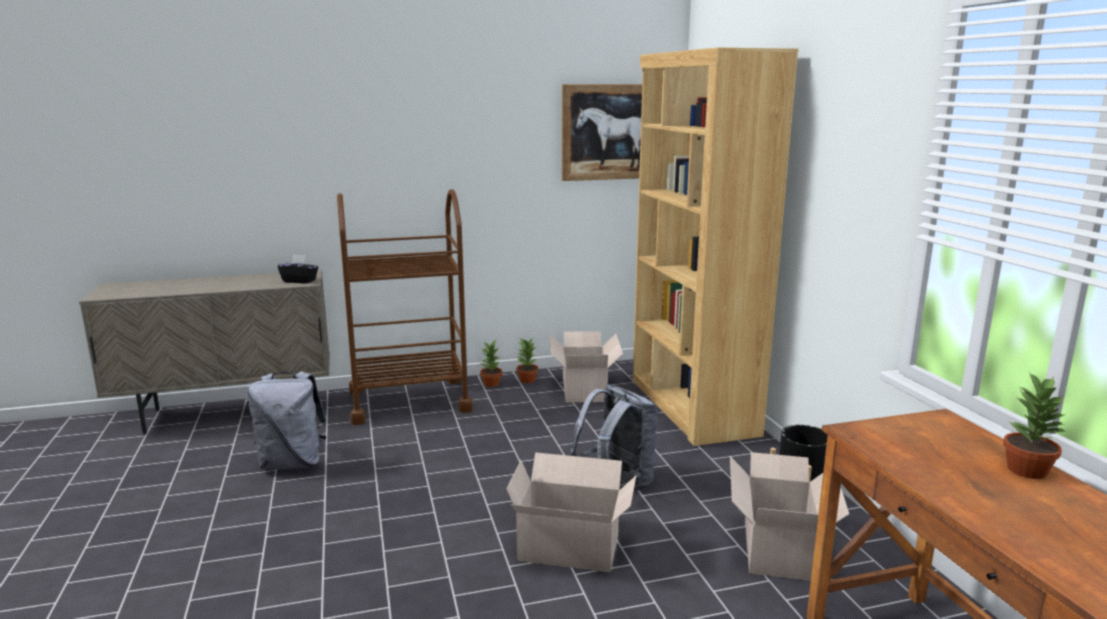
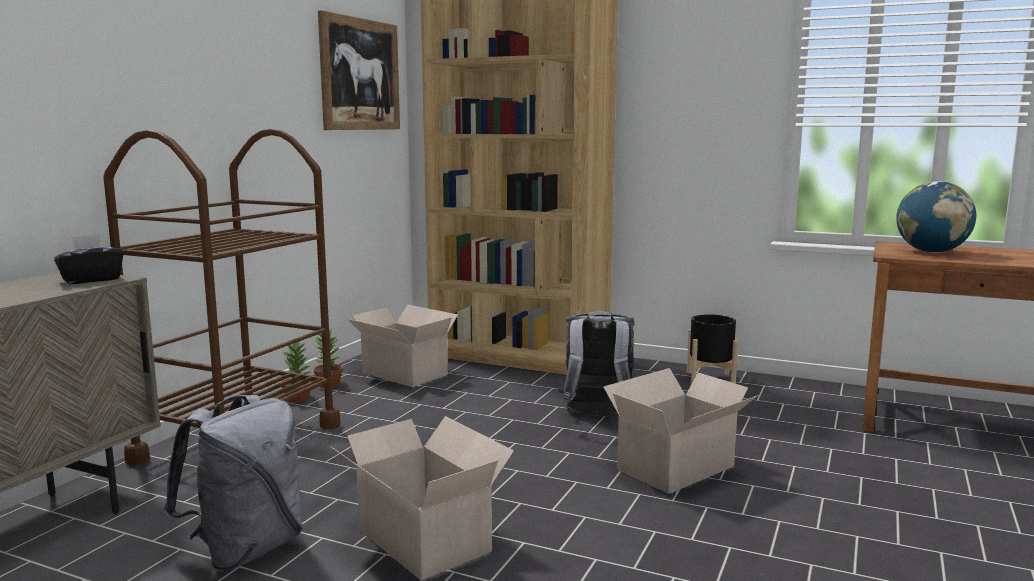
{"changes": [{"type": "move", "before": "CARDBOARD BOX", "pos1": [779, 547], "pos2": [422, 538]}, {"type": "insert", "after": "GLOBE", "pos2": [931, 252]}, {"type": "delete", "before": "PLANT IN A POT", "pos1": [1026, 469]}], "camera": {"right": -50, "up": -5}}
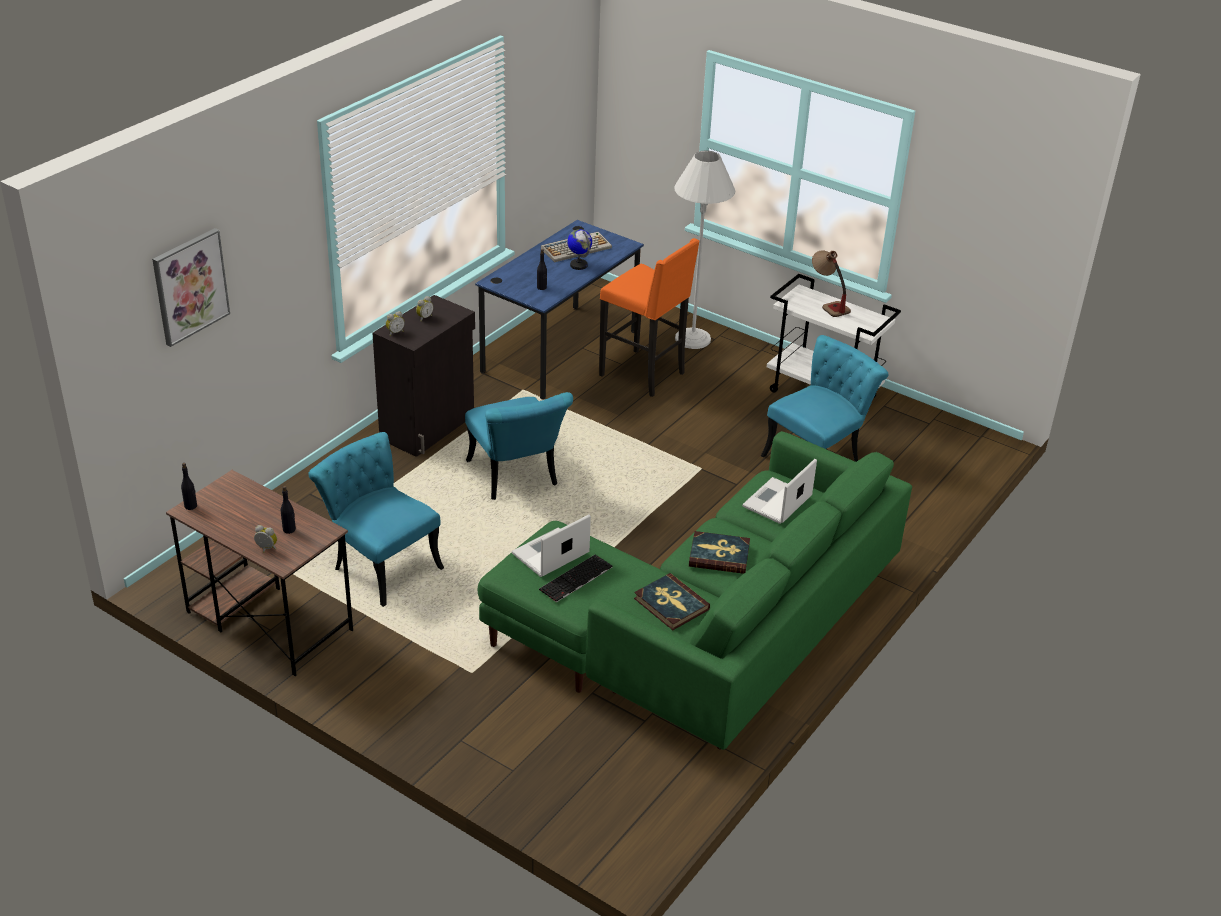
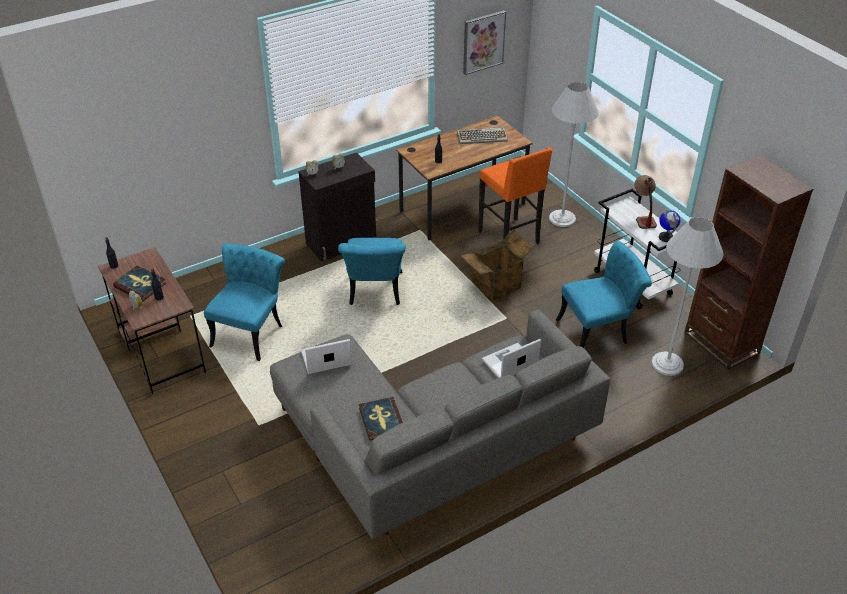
{"changes": [{"type": "move", "before": "BOOK", "pos1": [719, 555], "pos2": [140, 285]}, {"type": "rotate", "before": "TURQUOISE UPRIGHT CHAIR", "pos1": [380, 564], "pos2": [251, 331], "turn": 45}, {"type": "recolor", "before": "GREEN-COLOURED SETTEE", "after": "GRAY SETTEE", "pos1": [706, 636], "pos2": [430, 446]}, {"type": "recolor", "before": "BLUISH DESK UNIT", "after": "BROWN DESK UNIT", "pos1": [560, 351], "pos2": [462, 207]}, {"type": "insert", "after": "CARDBOARD BOX", "pos2": [497, 286]}, {"type": "move", "before": "PICTURE", "pos1": [190, 286], "pos2": [483, 42]}, {"type": "insert", "after": "WHITE-COLOURED STANDING LAMP", "pos2": [667, 364]}, {"type": "move", "before": "GLOBE", "pos1": [578, 265], "pos2": [665, 237]}, {"type": "insert", "after": "BROWN SHELVING UNIT", "pos2": [721, 343]}, {"type": "delete", "before": "KEYBOARD", "pos1": [576, 579]}], "camera": {"right": 25, "up": 5}}
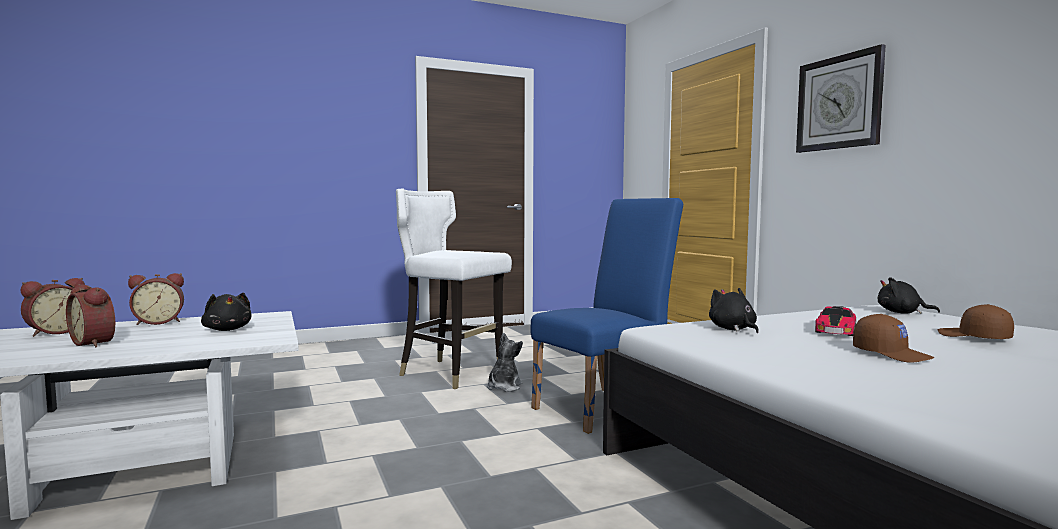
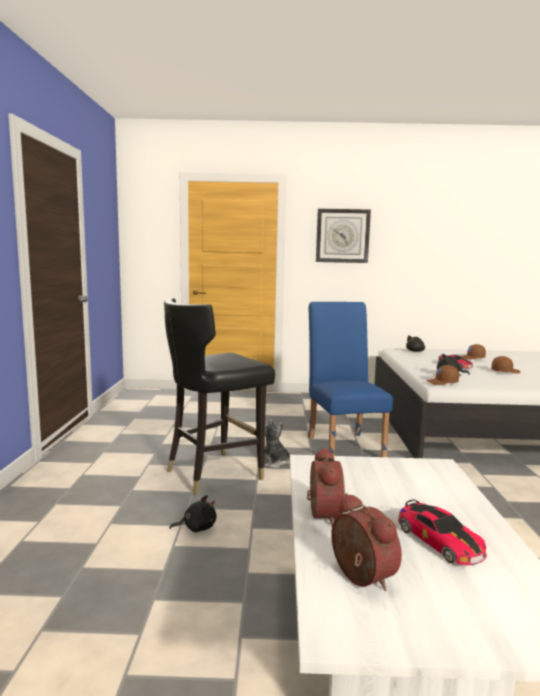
{"changes": [{"type": "recolor", "before": "WHITE-COLOURED UPRIGHT CHAIR", "after": "BLACK UPRIGHT CHAIR", "pos1": [452, 373], "pos2": [214, 473]}, {"type": "move", "before": "BLACK CUDDLY TOY", "pos1": [227, 330], "pos2": [197, 527]}, {"type": "replace", "before": "ALARM CLOCK", "after": "TOY CAR", "pos1": [96, 343], "pos2": [439, 541]}, {"type": "insert", "after": "BROWN CAP", "pos2": [442, 382]}], "camera": {"right": -65, "up": 5}}
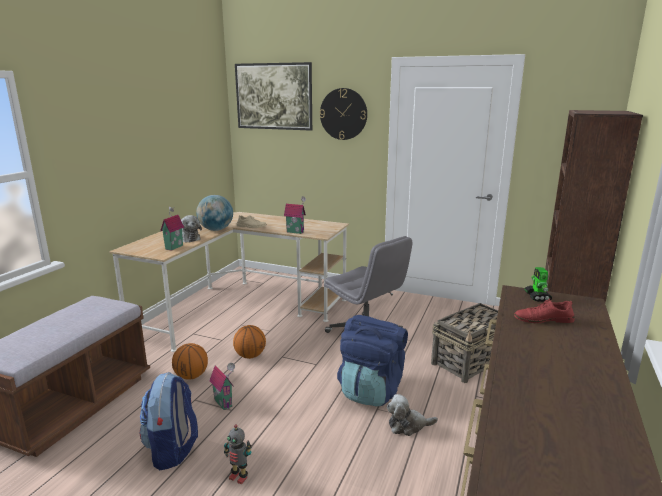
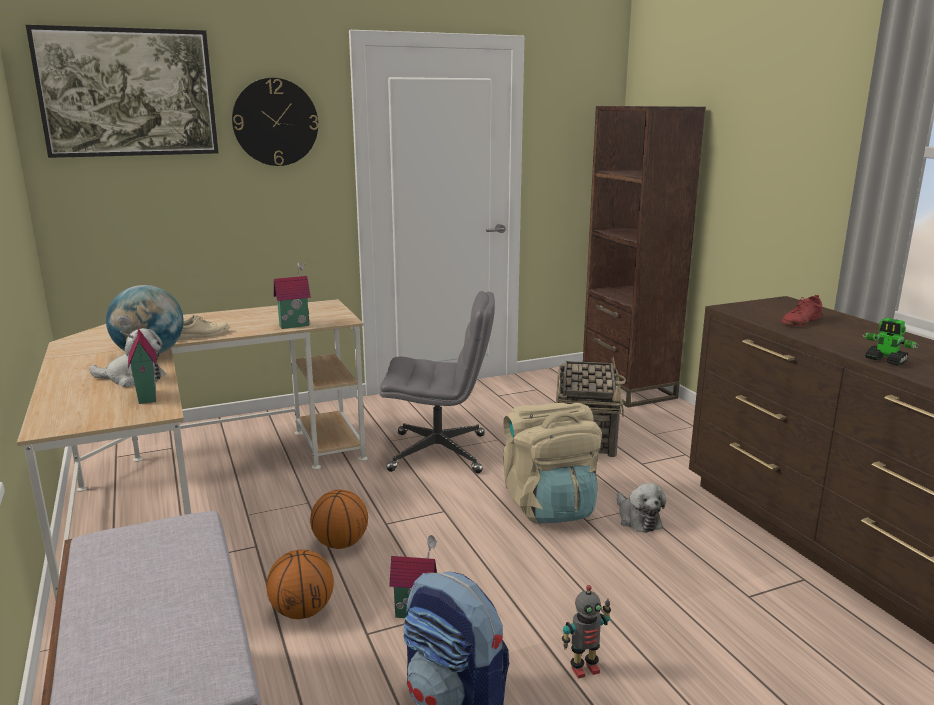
{"changes": [{"type": "recolor", "before": "BLUISH BACKPACK", "after": "BEIGE BACKPACK", "pos1": [371, 390], "pos2": [549, 506]}, {"type": "rotate", "before": "CUDDLY TOY", "pos1": [408, 425], "pos2": [637, 519], "turn": -60}, {"type": "move", "before": "MODEL ROBOT", "pos1": [537, 297], "pos2": [886, 361]}], "camera": {"right": -45, "up": 0}}
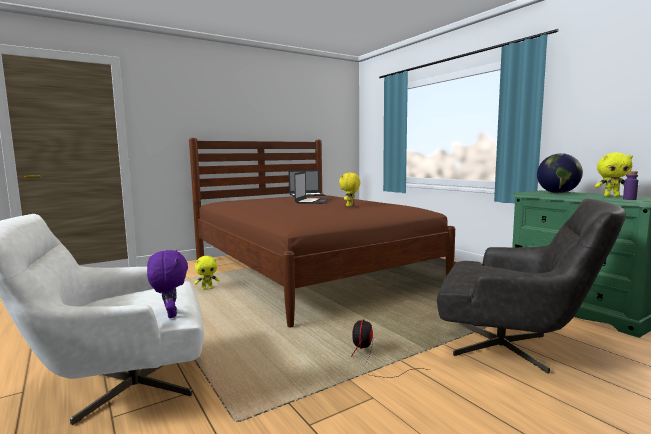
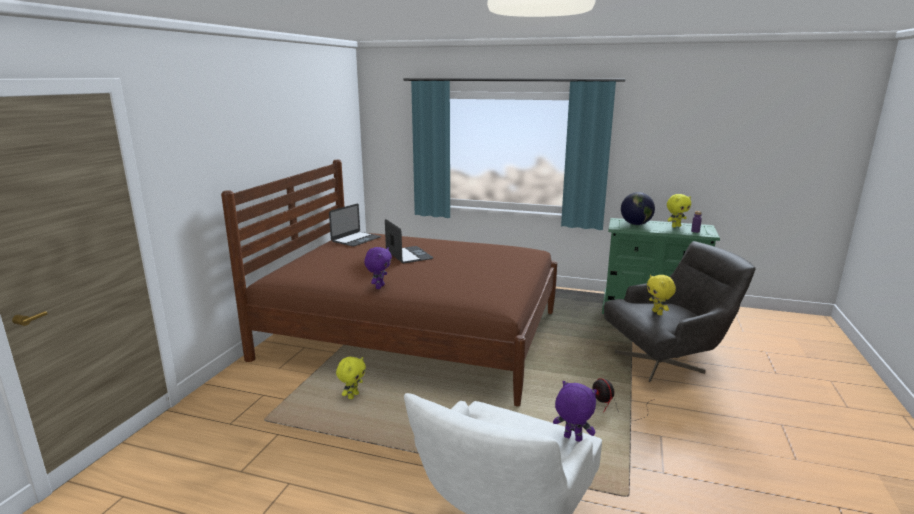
{"changes": [{"type": "insert", "after": "PURPLE-COLOURED CUDDLY TOY", "pos2": [379, 287]}, {"type": "move", "before": "YELLOWISH CUDDLY TOY", "pos1": [350, 206], "pos2": [658, 313]}], "camera": {"right": -40, "up": 10}}
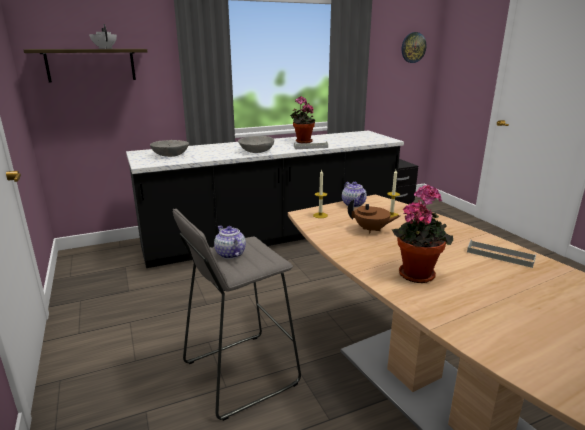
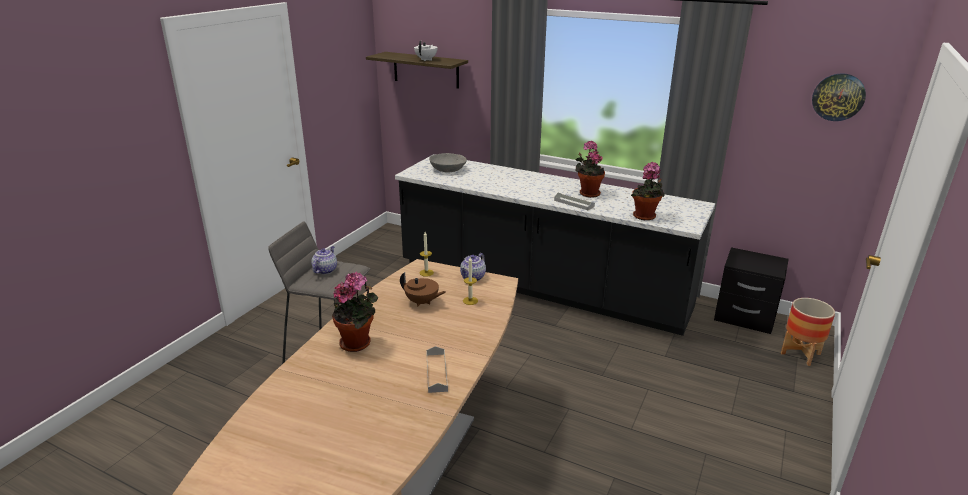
{"changes": [{"type": "rotate", "before": "BROWN TEA POT", "pos1": [371, 230], "pos2": [422, 302], "turn": -45}, {"type": "insert", "after": "PLANT IN A POT", "pos2": [645, 217]}, {"type": "insert", "after": "PLANT POT", "pos2": [800, 354]}, {"type": "delete", "before": "GRAY BOWL", "pos1": [256, 151]}], "camera": {"right": 50, "up": 5}}
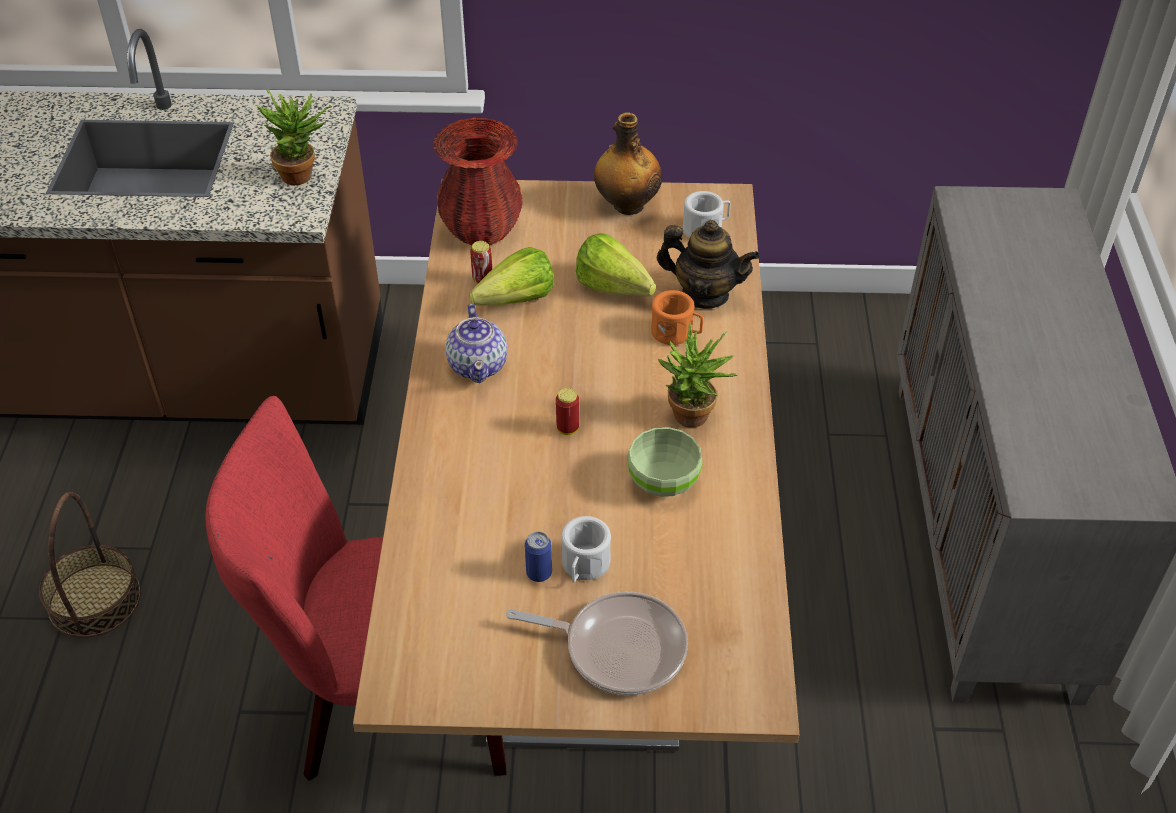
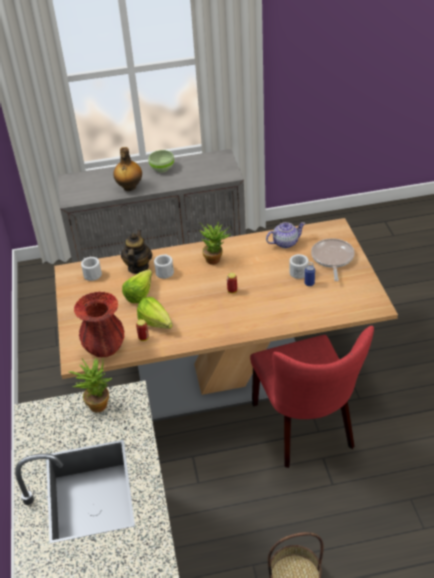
{"changes": [{"type": "move", "before": "DRINK BOTTLE", "pos1": [627, 205], "pos2": [129, 187]}, {"type": "move", "before": "GREEN-COLOURED BOWL", "pos1": [663, 483], "pos2": [162, 169]}, {"type": "recolor", "before": "ORANGE-COLOURED TEA MUG", "after": "WHITE-COLOURED TEA MUG", "pos1": [676, 333], "pos2": [165, 271]}, {"type": "move", "before": "TEA POT", "pos1": [478, 365], "pos2": [285, 243]}], "camera": {"right": -100, "up": -5}}
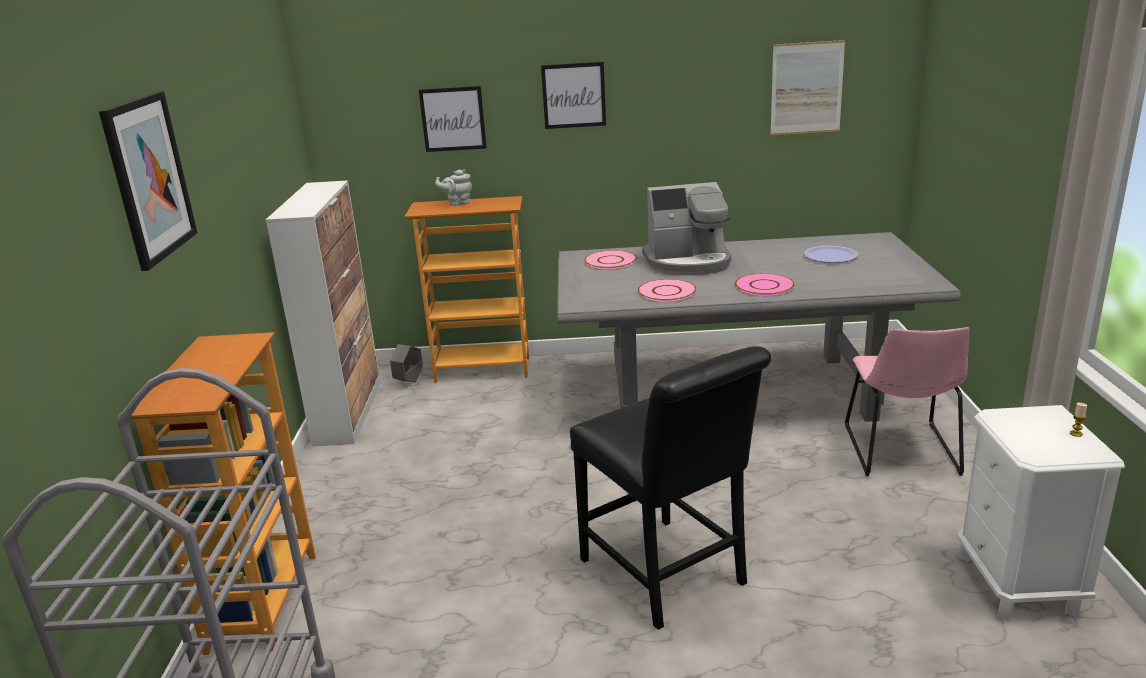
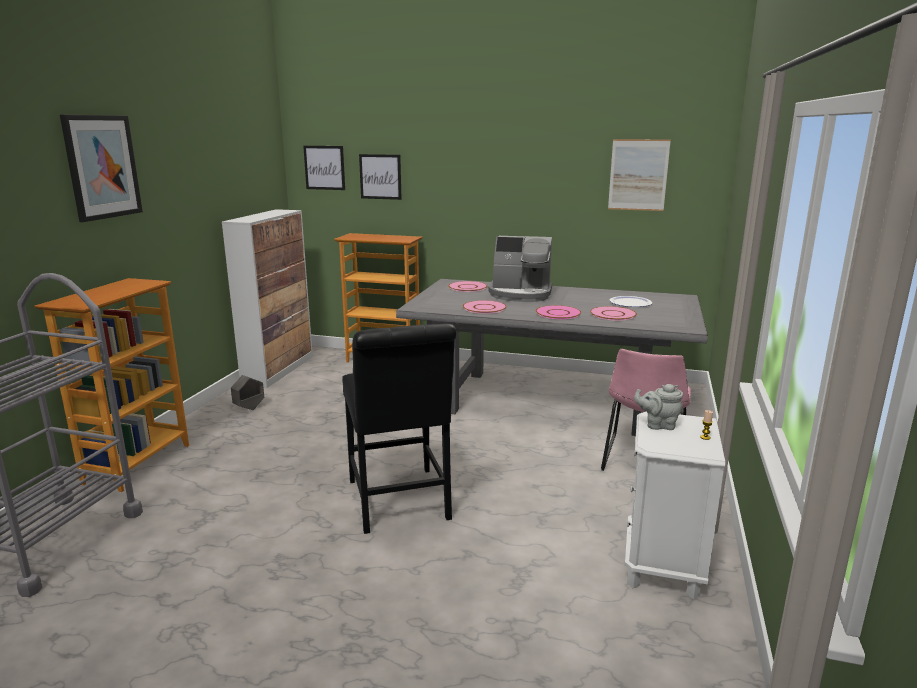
{"changes": [{"type": "move", "before": "GRAY PLANT POT", "pos1": [409, 381], "pos2": [249, 408]}, {"type": "move", "before": "PICTURE", "pos1": [574, 95], "pos2": [324, 167]}, {"type": "insert", "after": "PINK-COLOURED DINNER PLATE", "pos2": [612, 314]}, {"type": "move", "before": "GRAY TEA POT", "pos1": [457, 203], "pos2": [658, 425]}], "camera": {"right": 15, "up": -5}}
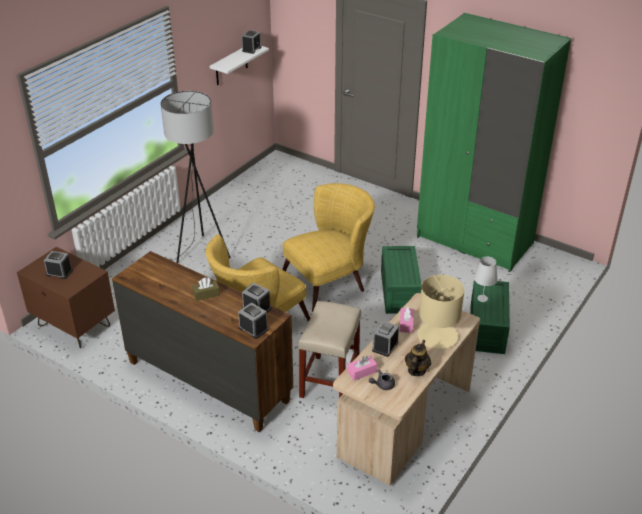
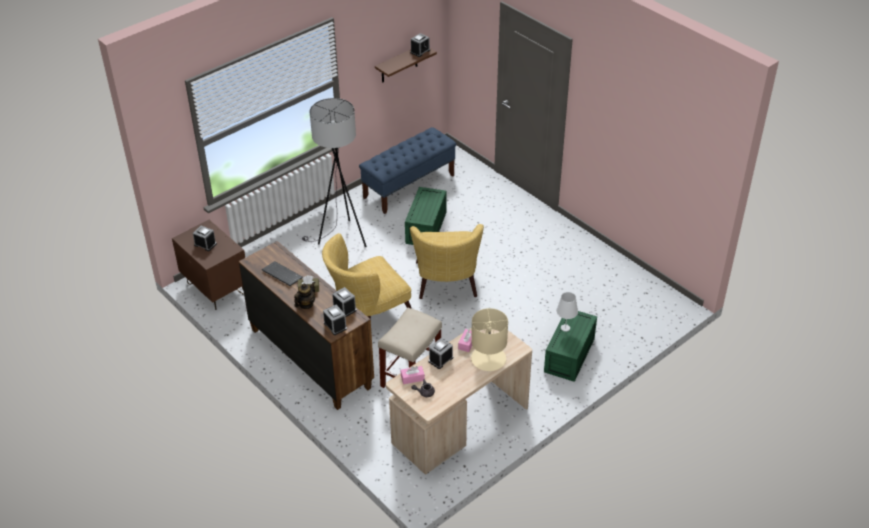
{"changes": [{"type": "insert", "after": "KEYBOARD", "pos2": [281, 274]}, {"type": "move", "before": "TEA POT", "pos1": [416, 370], "pos2": [306, 304]}, {"type": "insert", "after": "BLUISH LONG SEAT", "pos2": [409, 186]}, {"type": "recolor", "before": "WHITE-COLOURED SHELF", "after": "BROWN SHELF", "pos1": [231, 65], "pos2": [399, 64]}, {"type": "move", "before": "GREEN-COLOURED STORAGE BIN", "pos1": [400, 292], "pos2": [426, 228]}, {"type": "rotate", "before": "YELLOWISH EASY CHAIR", "pos1": [330, 282], "pos2": [446, 285], "turn": 105}, {"type": "delete", "before": "GREEN-COLOURED WARDROBE", "pos1": [475, 240]}], "camera": {"right": 15, "up": 5}}
